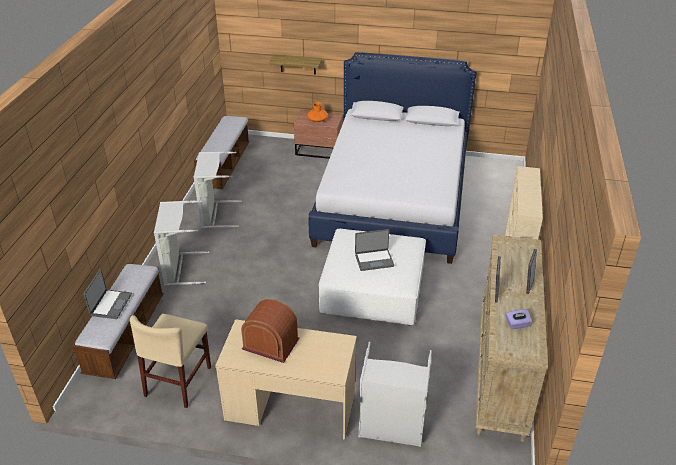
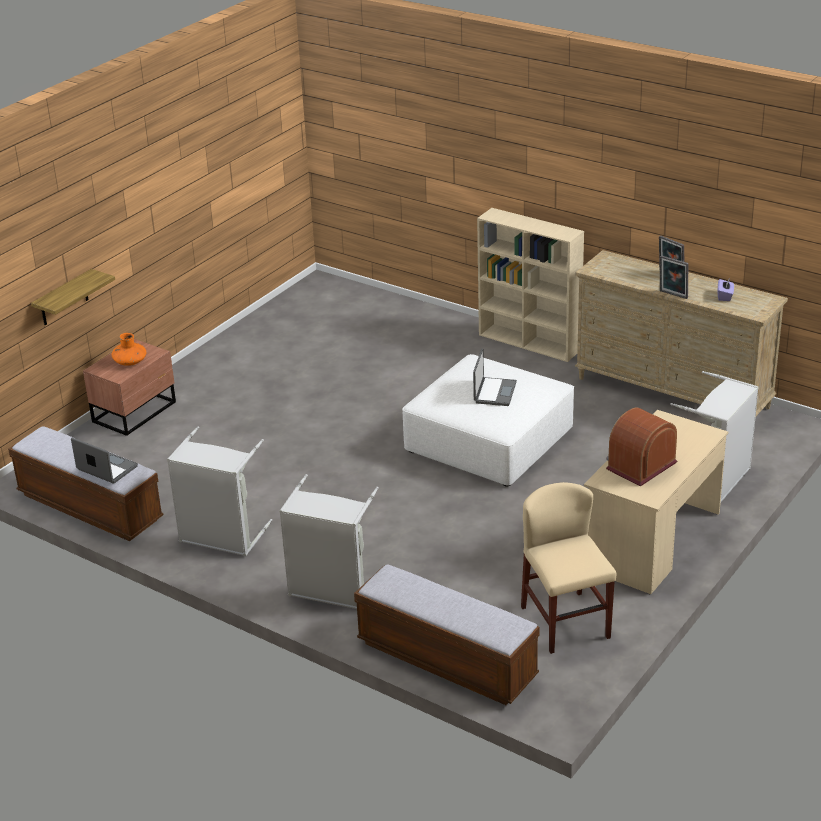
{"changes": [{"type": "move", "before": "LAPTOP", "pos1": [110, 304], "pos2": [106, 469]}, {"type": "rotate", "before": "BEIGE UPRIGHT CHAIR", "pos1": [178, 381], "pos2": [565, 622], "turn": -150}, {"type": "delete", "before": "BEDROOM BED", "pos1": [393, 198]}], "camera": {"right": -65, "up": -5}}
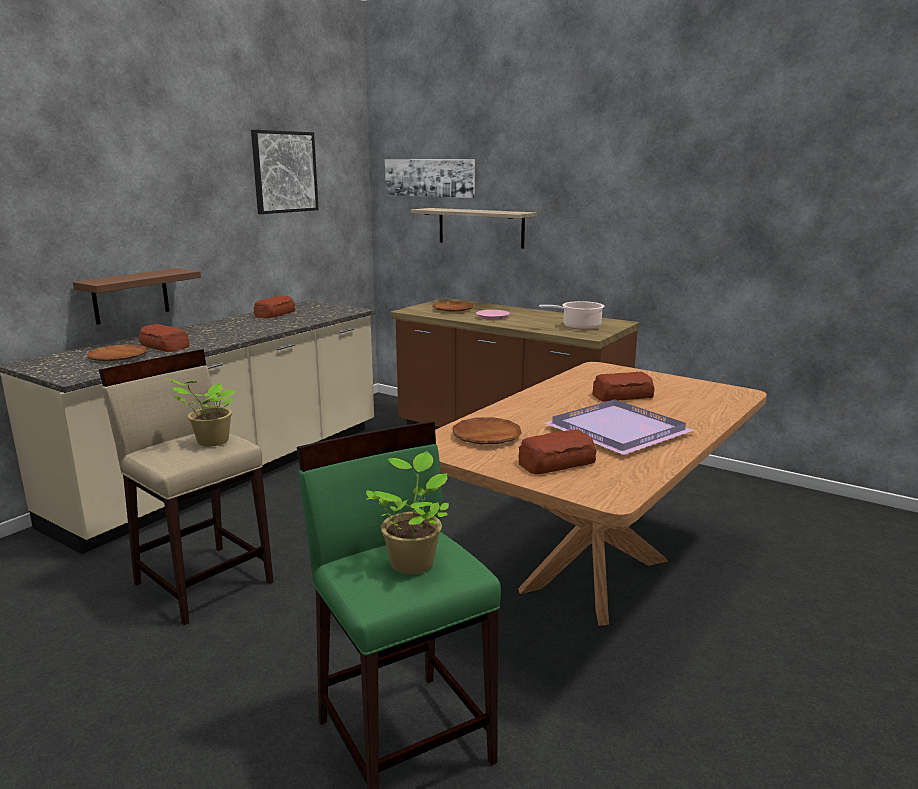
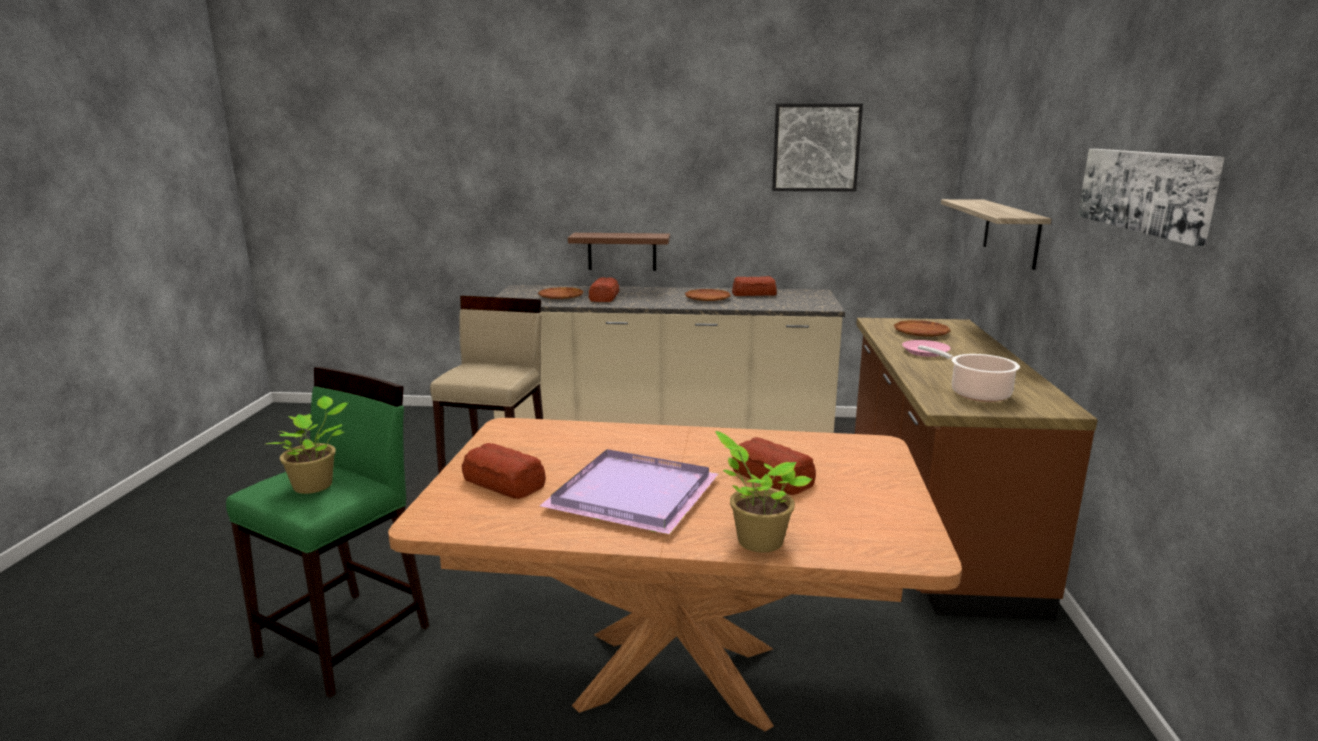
{"changes": [{"type": "move", "before": "BROWN DINNER PLATE", "pos1": [486, 436], "pos2": [707, 298]}, {"type": "move", "before": "PLANT IN A POT", "pos1": [210, 442], "pos2": [756, 540]}, {"type": "move", "before": "PICTURE", "pos1": [429, 177], "pos2": [1145, 191]}], "camera": {"right": 60, "up": 0}}
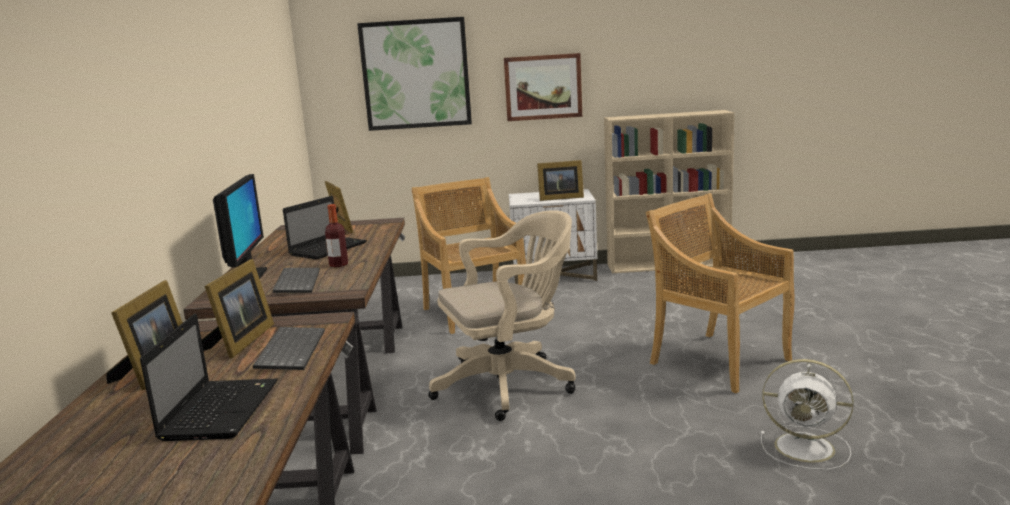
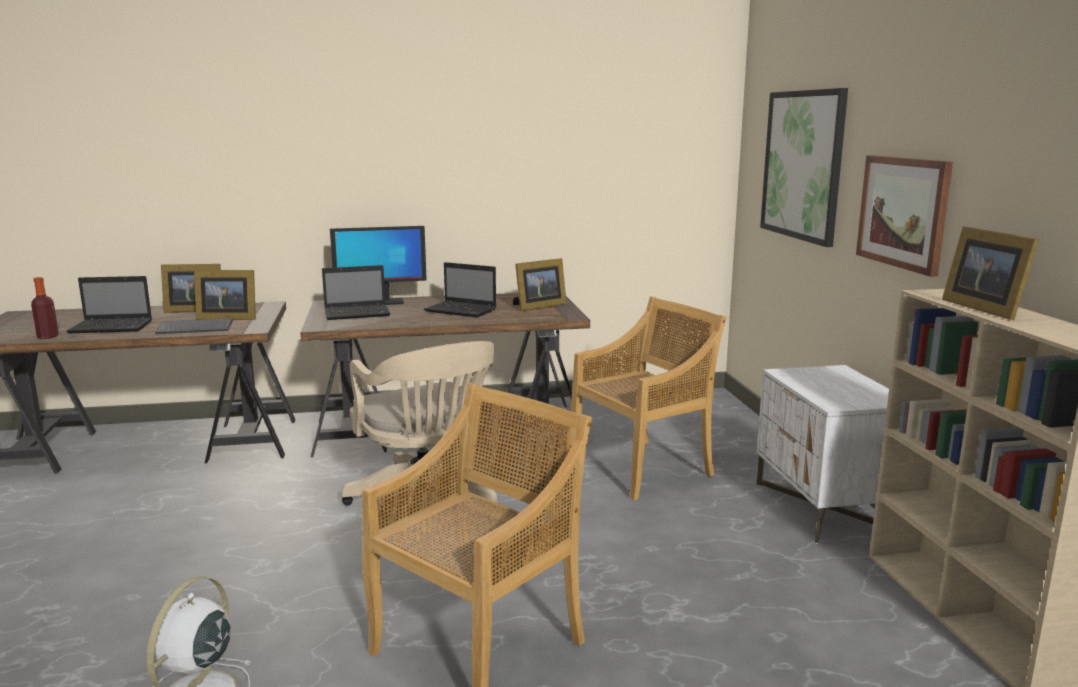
{"changes": [{"type": "move", "before": "DRINK BOTTLE", "pos1": [338, 265], "pos2": [48, 336]}, {"type": "replace", "before": "KEYBOARD", "after": "LAPTOP", "pos1": [296, 282], "pos2": [358, 313]}, {"type": "move", "before": "PHOTO FRAME", "pos1": [559, 198], "pos2": [983, 308]}], "camera": {"right": 80, "up": 0}}
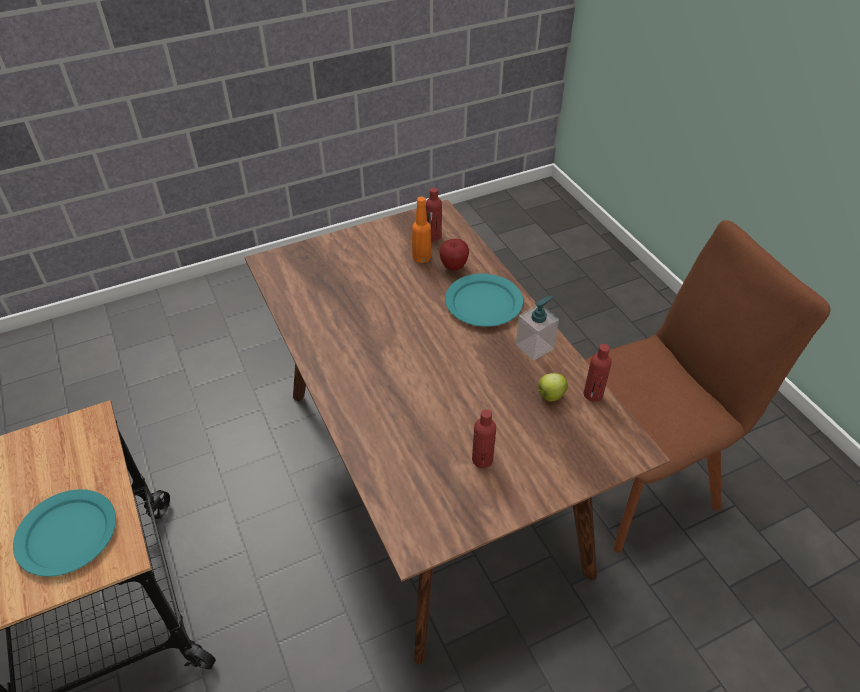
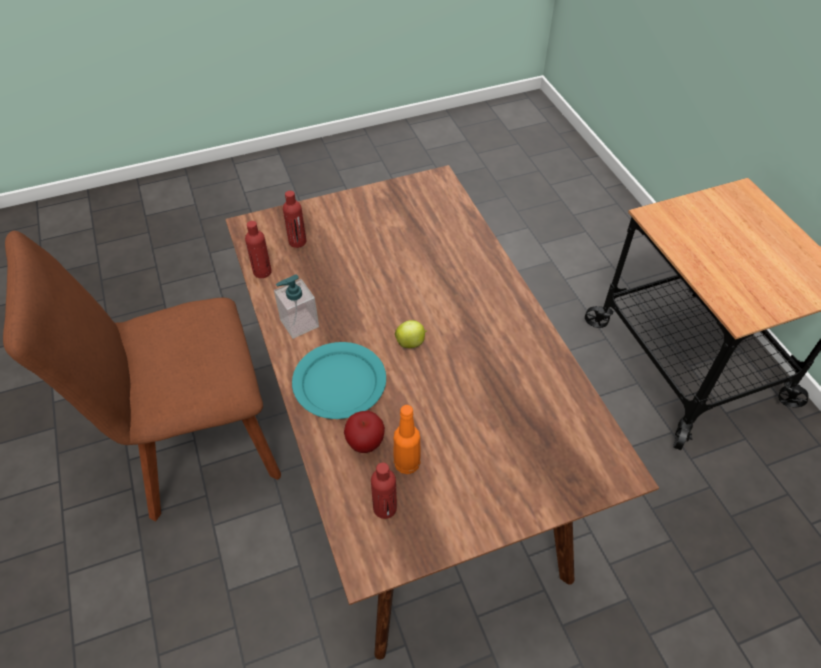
{"changes": [{"type": "move", "before": "RED DRINK BOTTLE", "pos1": [482, 459], "pos2": [297, 241]}, {"type": "move", "before": "APPLE FRUIT", "pos1": [550, 396], "pos2": [411, 343]}, {"type": "delete", "before": "TURQUOISE DINNER PLATE", "pos1": [67, 535]}], "camera": {"right": -175, "up": 5}}
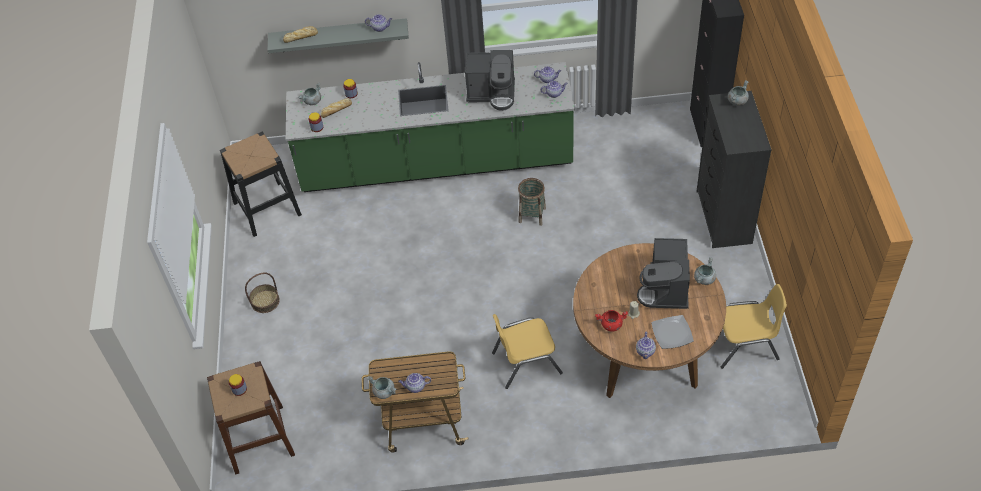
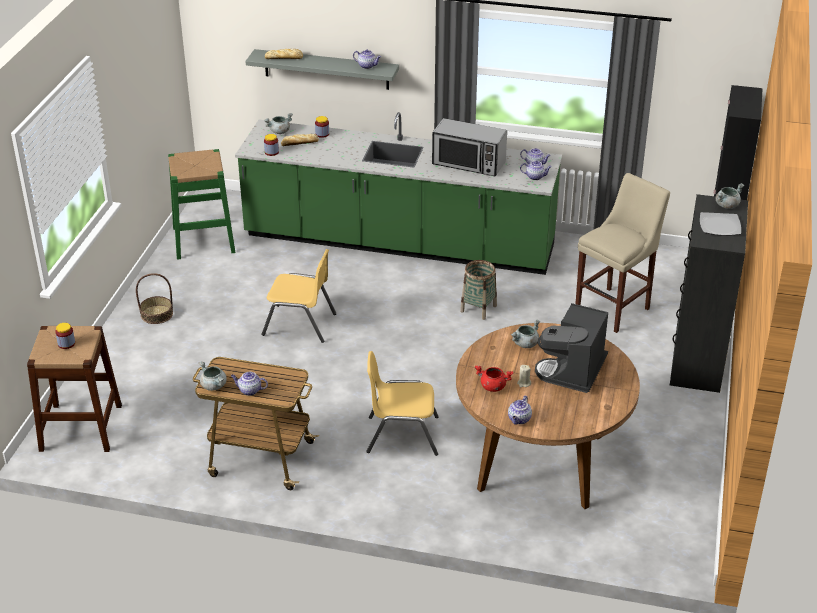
{"changes": [{"type": "recolor", "before": "BLACK STOOL", "after": "GREEN-COLOURED STOOL", "pos1": [267, 208], "pos2": [203, 240]}, {"type": "move", "before": "YELLOWISH UPRIGHT CHAIR", "pos1": [744, 345], "pos2": [300, 324]}, {"type": "replace", "before": "COFFEE MAKER", "after": "MICROWAVE", "pos1": [492, 94], "pos2": [468, 163]}, {"type": "move", "before": "GRAY STOCKPOT", "pos1": [704, 279], "pos2": [525, 344]}, {"type": "insert", "after": "BEIGE STOOL", "pos2": [615, 308]}, {"type": "move", "before": "DINNER PLATE", "pos1": [671, 333], "pos2": [719, 226]}], "camera": {"right": 15, "up": -15}}
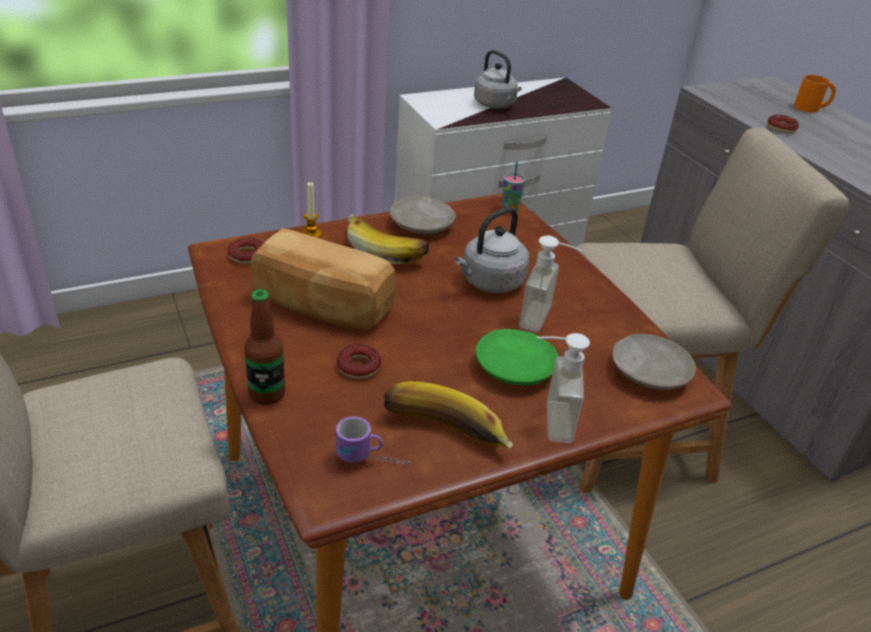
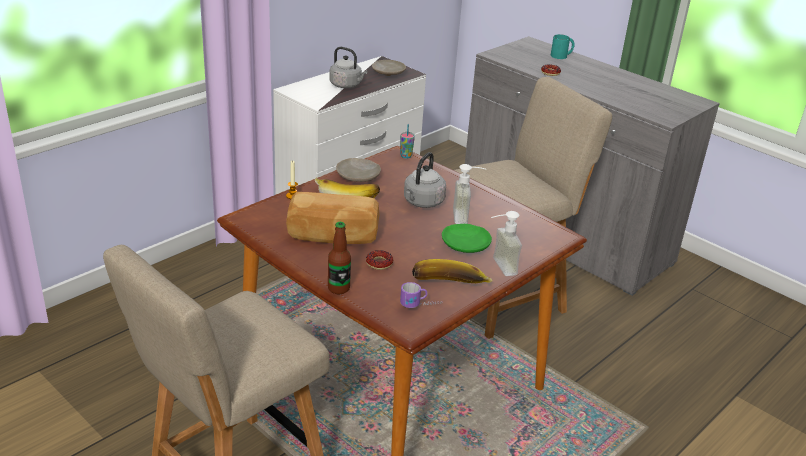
{"changes": [{"type": "move", "before": "BEIGE DINNER PLATE", "pos1": [649, 372], "pos2": [388, 72]}, {"type": "recolor", "before": "ORANGE-COLOURED TEA MUG", "after": "TURQUOISE TEA MUG", "pos1": [811, 108], "pos2": [562, 55]}, {"type": "delete", "before": "RING DOUGHNUT", "pos1": [247, 255]}], "camera": {"right": -20, "up": -5}}
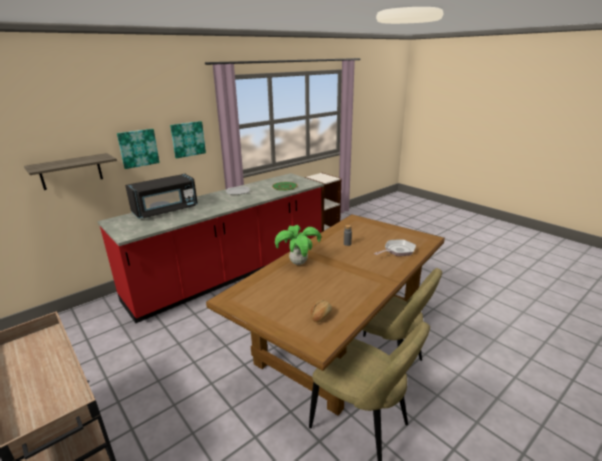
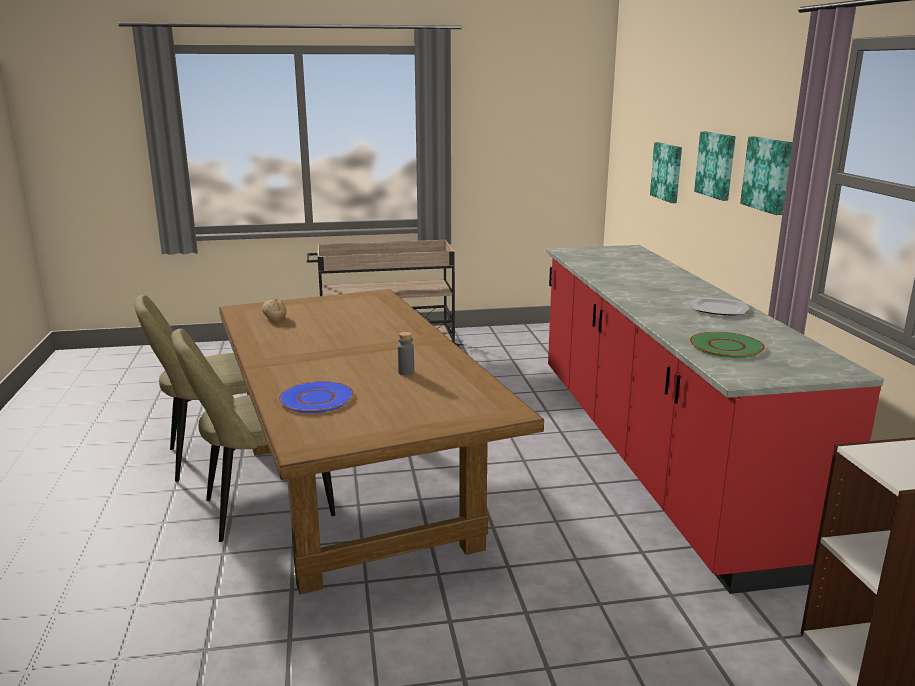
{"changes": [{"type": "replace", "before": "PAN", "after": "BLUISH DINNER PLATE", "pos1": [397, 251], "pos2": [317, 398]}, {"type": "replace", "before": "SHELF", "after": "PICTURE", "pos1": [71, 171], "pos2": [668, 172]}, {"type": "delete", "before": "BLACK MICROWAVE", "pos1": [166, 210]}, {"type": "delete", "before": "PLANT IN A POT", "pos1": [298, 263]}], "camera": {"right": 120, "up": -5}}
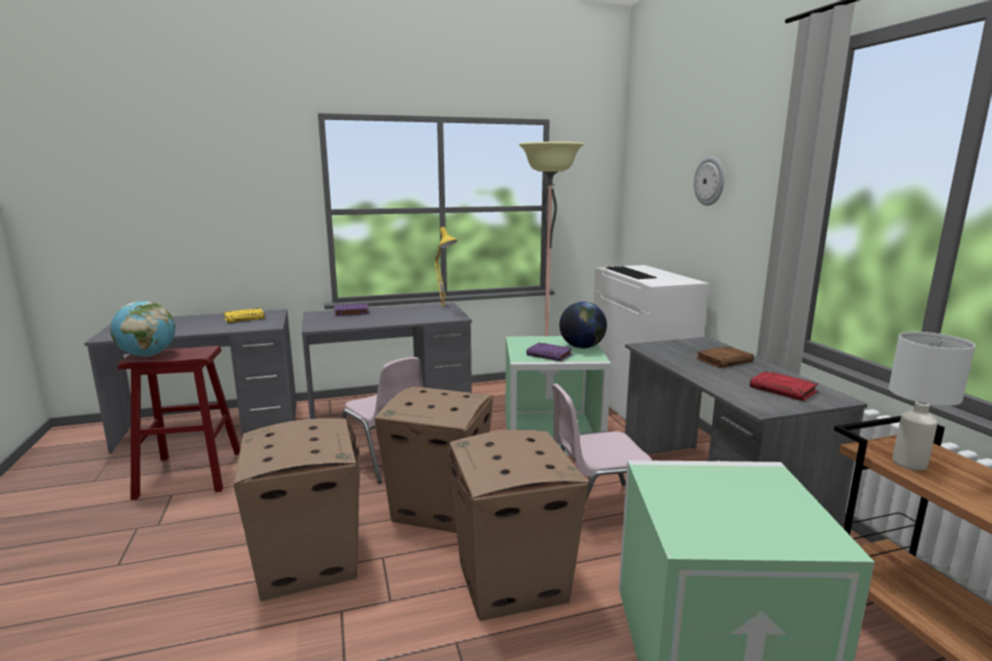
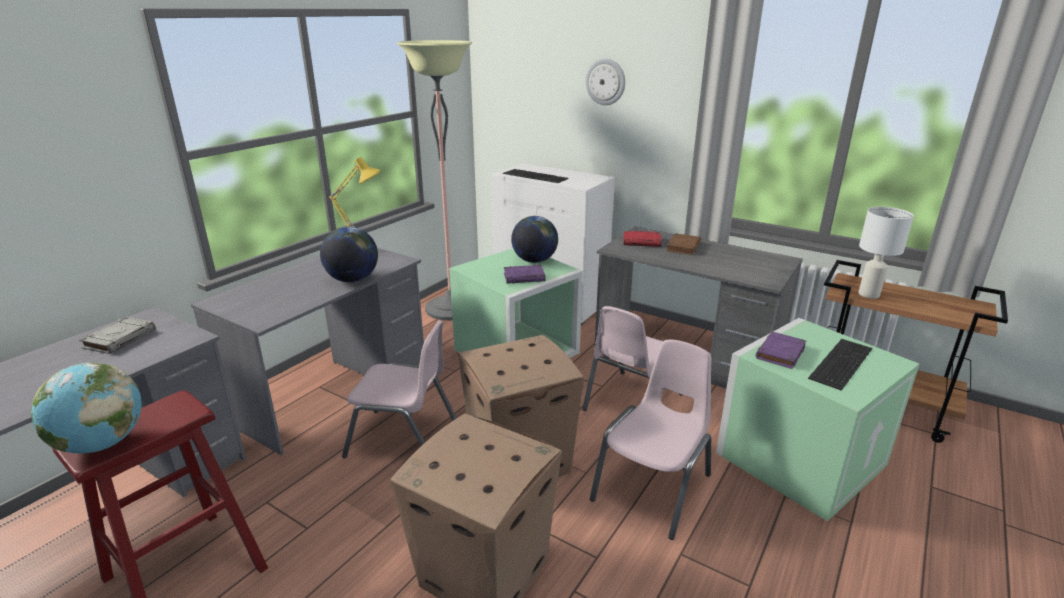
{"changes": [{"type": "recolor", "before": "YELLOWISH BOOK", "after": "GRAY BOOK", "pos1": [245, 318], "pos2": [120, 338]}, {"type": "insert", "after": "GLOBE", "pos2": [352, 279]}, {"type": "replace", "before": "CARDBOARD BOX", "after": "PINK-COLOURED UPRIGHT CHAIR", "pos1": [512, 581], "pos2": [654, 488]}, {"type": "move", "before": "RED BOOK", "pos1": [783, 390], "pos2": [642, 242]}, {"type": "move", "before": "PURPLE-COLOURED BOOK", "pos1": [351, 312], "pos2": [780, 354]}, {"type": "insert", "after": "KEYBOARD", "pos2": [839, 362]}], "camera": {"right": -40, "up": 10}}
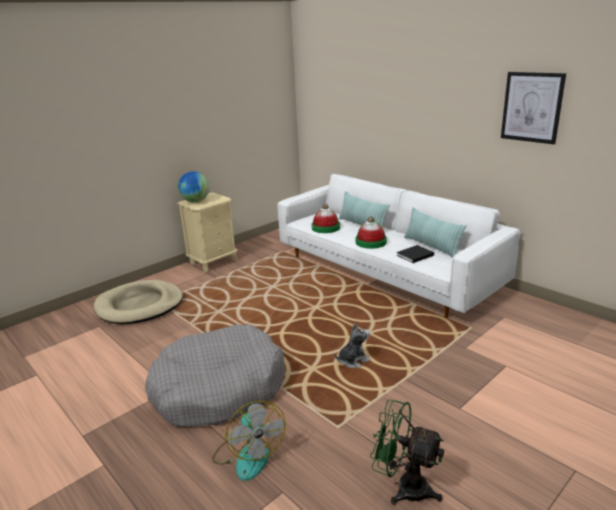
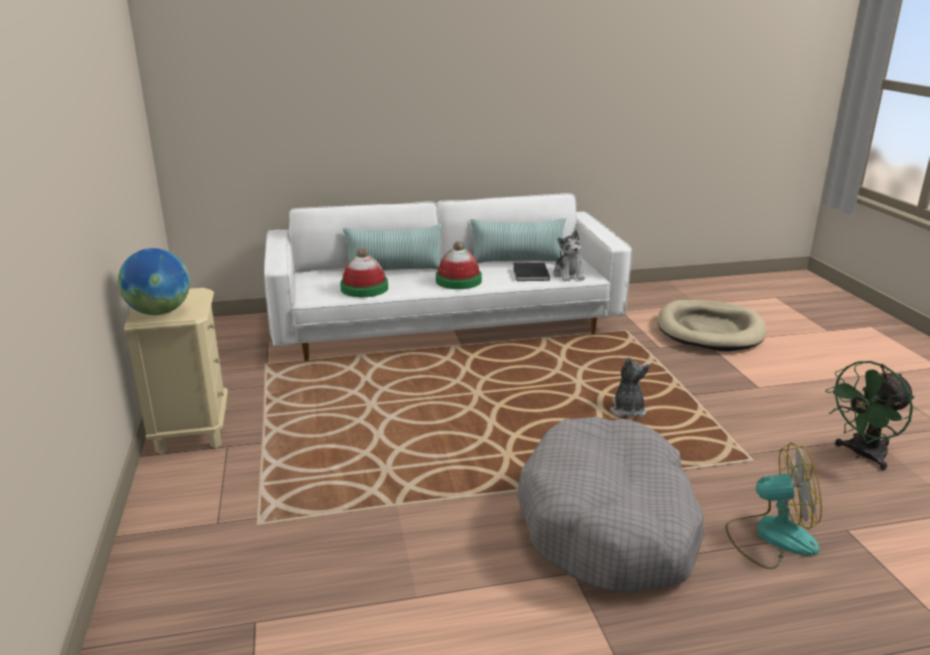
{"changes": [{"type": "insert", "after": "CUDDLY TOY", "pos2": [568, 275]}, {"type": "move", "before": "BEIGE DOG CUSHION", "pos1": [140, 306], "pos2": [710, 330]}, {"type": "delete", "before": "PICTURE", "pos1": [532, 107]}], "camera": {"right": -60, "up": 0}}
